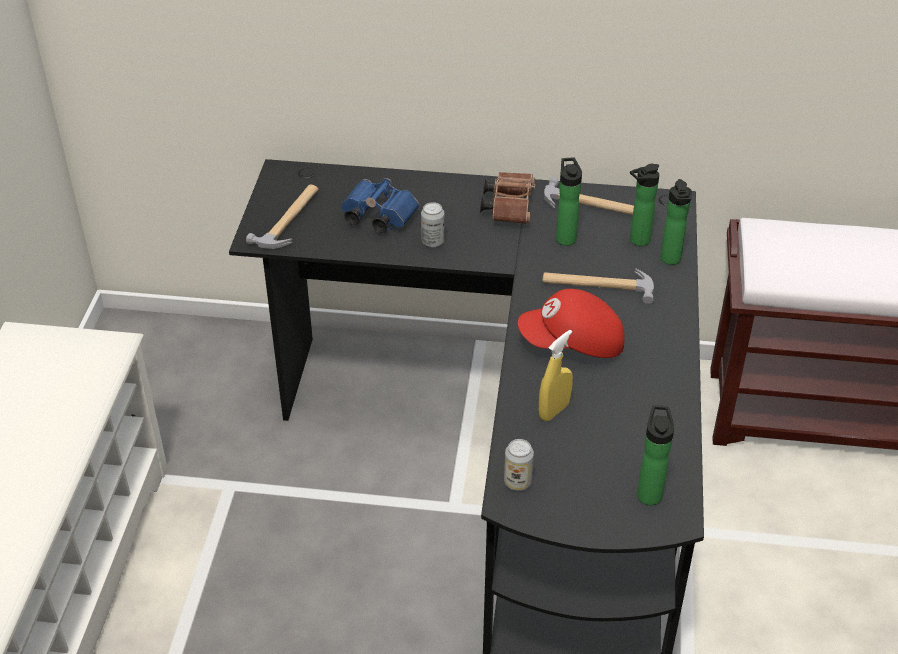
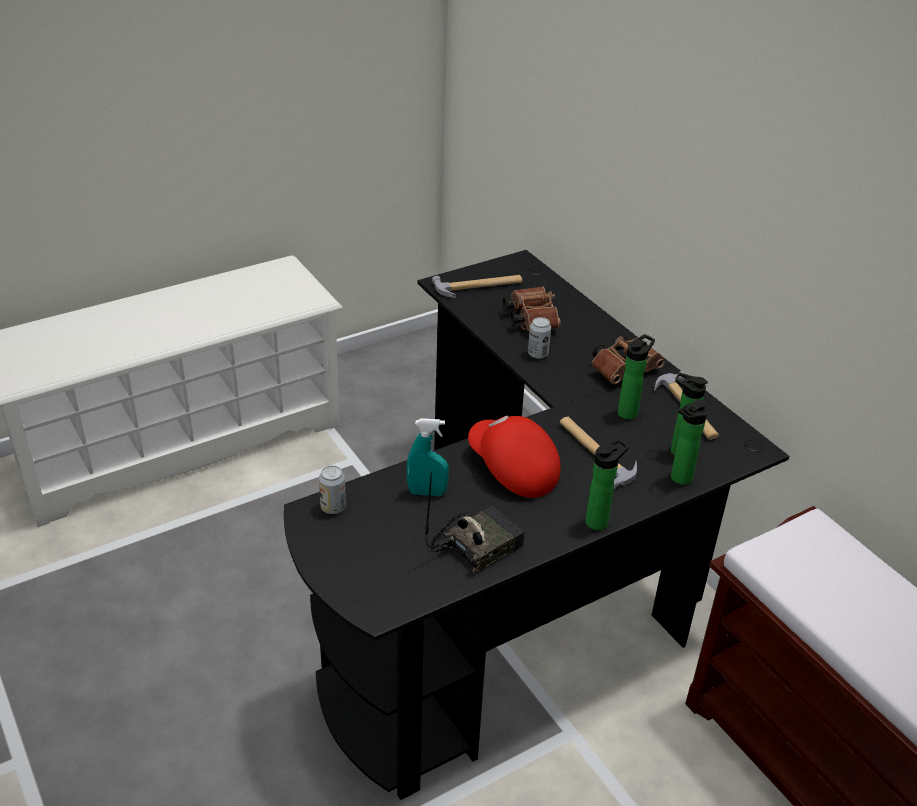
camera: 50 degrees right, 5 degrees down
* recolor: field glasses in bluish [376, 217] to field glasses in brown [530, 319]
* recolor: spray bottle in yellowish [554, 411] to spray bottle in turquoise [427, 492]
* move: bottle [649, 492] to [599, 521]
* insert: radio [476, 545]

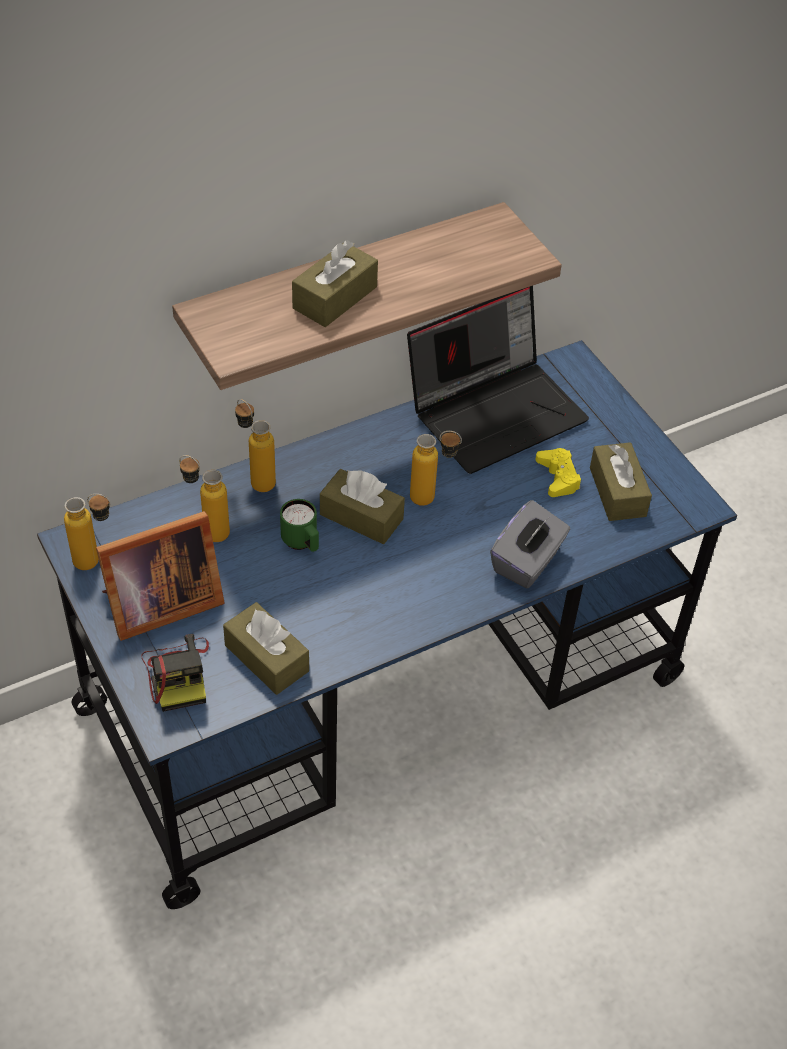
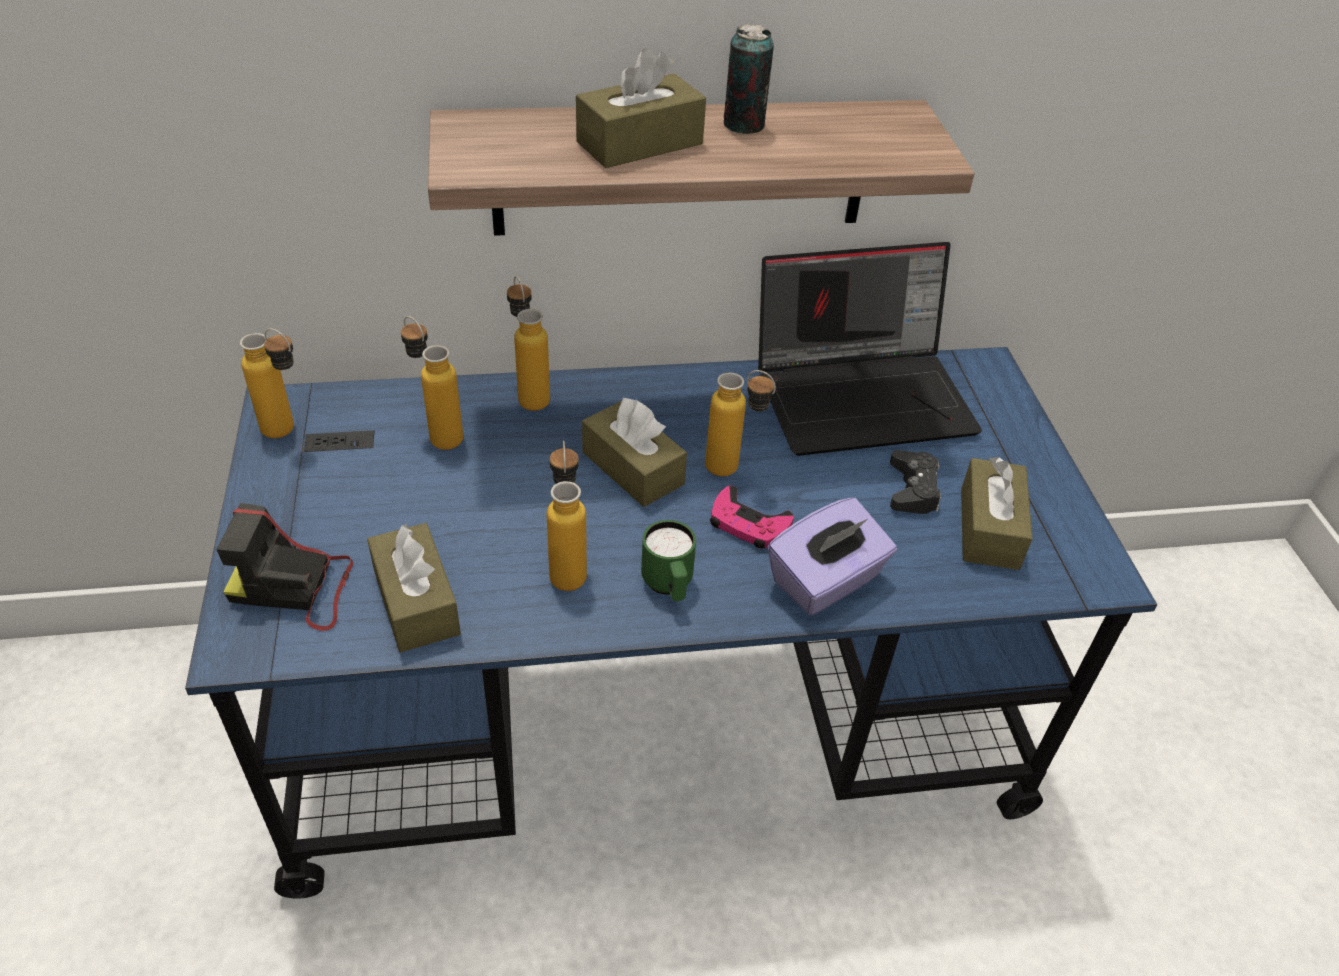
camera: 20 degrees right, 5 degrees down
* recolor: gamepad in yellowish [558, 477] to gamepad in black-coloured [913, 489]
* move: coffee mug in greenish [302, 543] to [669, 586]
* recolor: tissue holder in gray [527, 562] to tissue holder in purplish [826, 581]
* delete: standing frame [158, 604]
* rotate: still camera [178, 674] = [295, 588] 90 degrees clockwise
* insert: sealed can [743, 125]
* insert: bottle [567, 567]
* insert: gamepad in pink-coloured [748, 524]

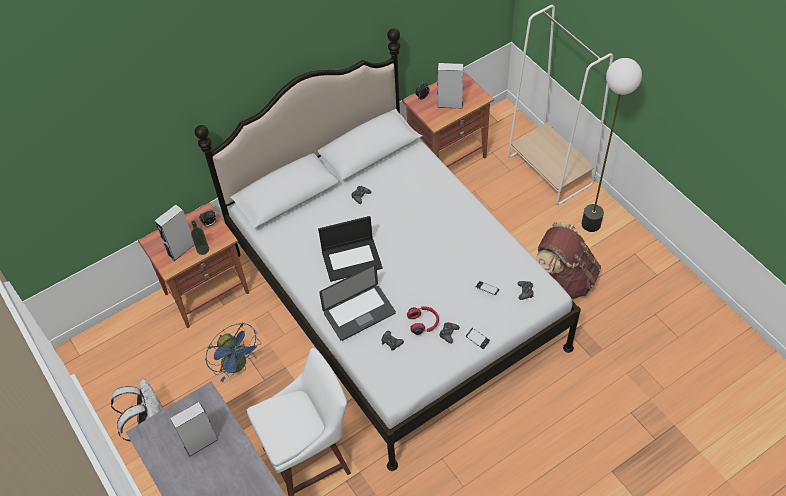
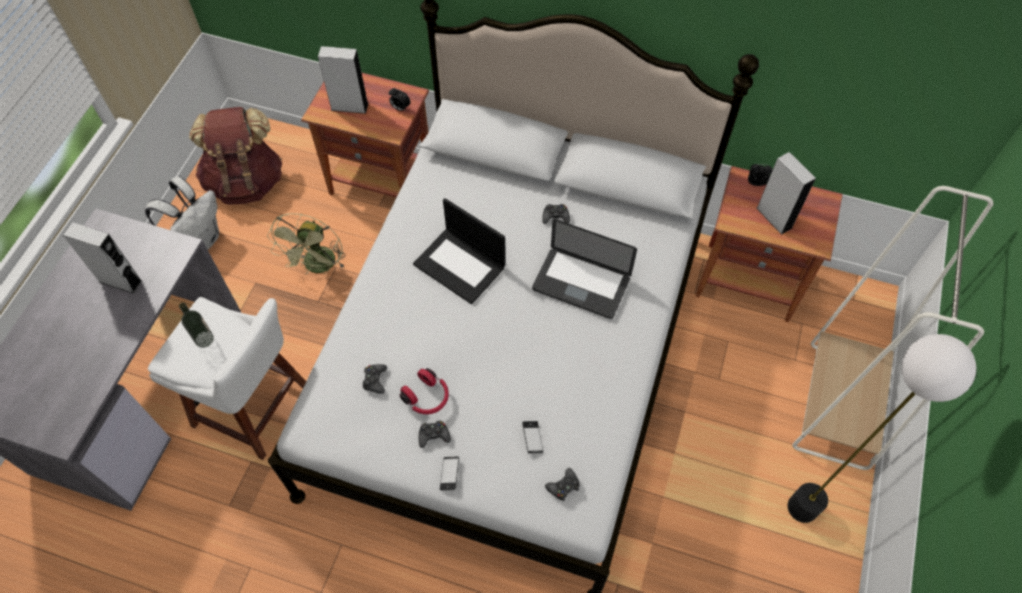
camera: 50 degrees right, 5 degrees up
* move: bottle [203, 249] to [204, 339]
* move: backpack in brown [564, 280] to [246, 182]
* move: notebook computer [359, 313] to [581, 284]
* recolor: electric fan in bluish [238, 365] to electric fan in greenish [318, 267]

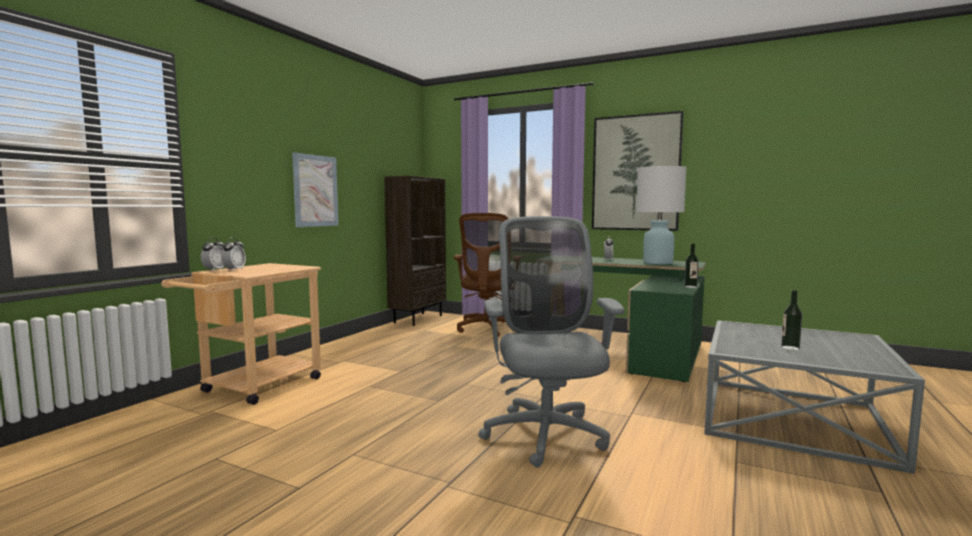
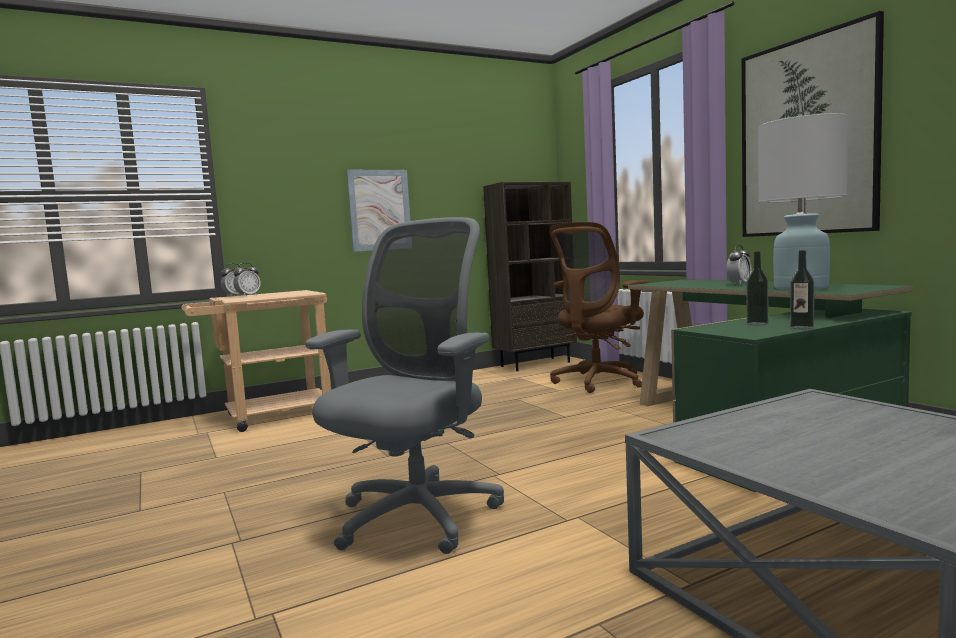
camera: 35 degrees right, 0 degrees up
* move: bottle [790, 348] to [757, 323]

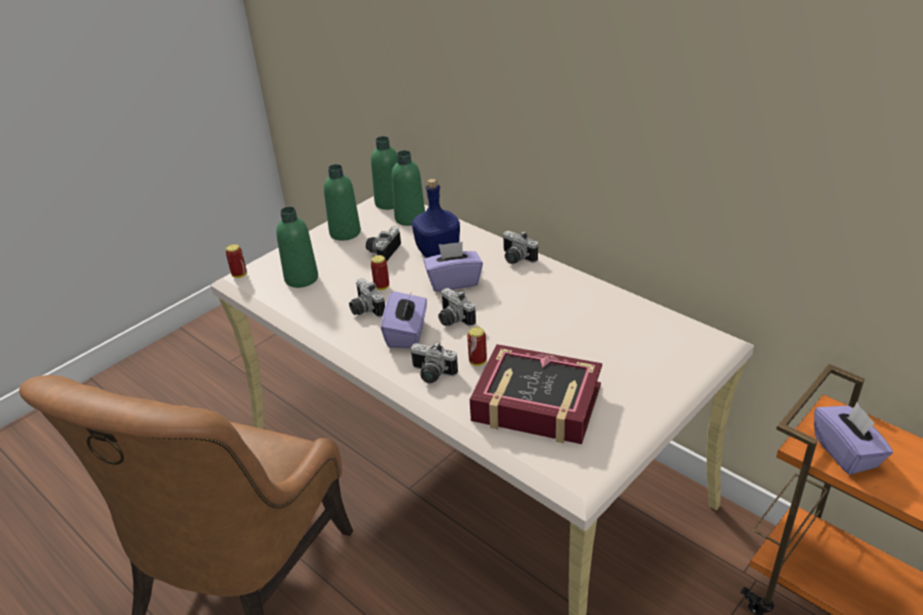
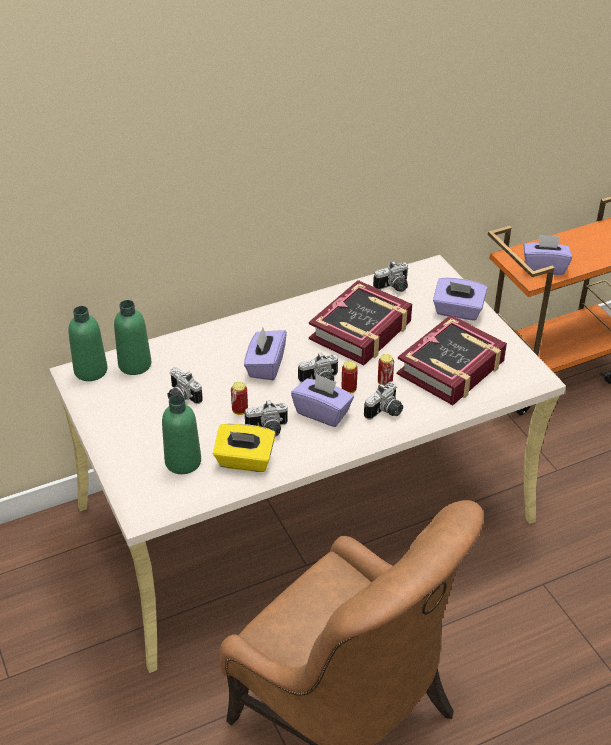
camera: 70 degrees left, 5 degrees up
* delete: bottle in greenish [345, 233]
* delete: bottle in bluish [437, 252]
* move: still camera [515, 258] to [393, 287]
* move: sealed can [239, 275] to [349, 389]
* insert: tissue holder in purplish [458, 311]
* insert: volume [361, 331]
* insert: tissue holder in yellowish [244, 461]

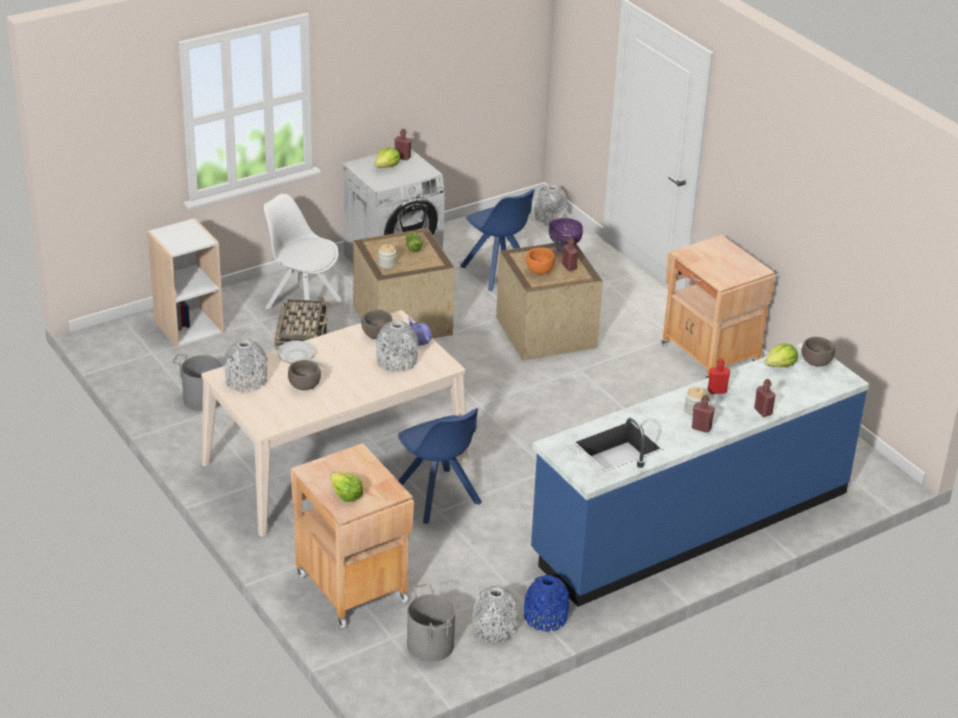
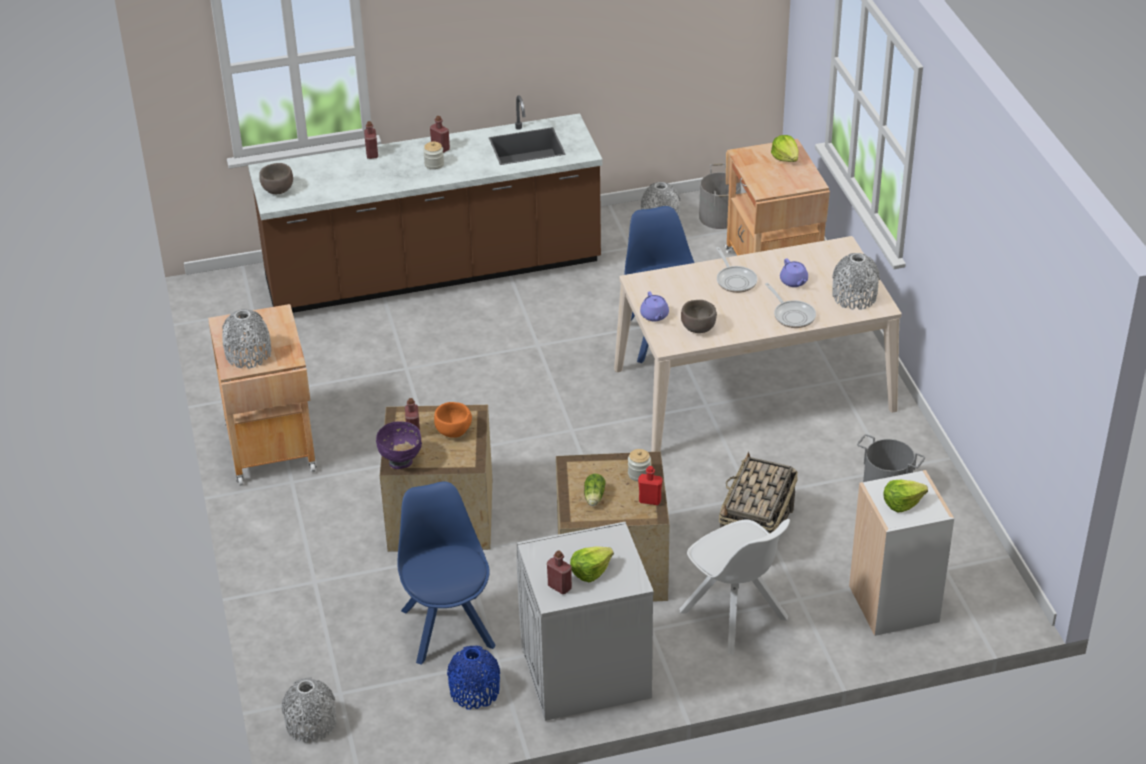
camera: 160 degrees left, 5 degrees up
* move: vase in gray [397, 361] to [248, 354]
* recolor: counter in bluish [691, 523] to counter in brown [433, 274]
* move: lettuce head [780, 365] to [902, 503]
* move: bottle in red [717, 391] to [650, 500]
* replace: bowl in brown [304, 386] to teapot in purplish [794, 282]
* move: vase in bluish [545, 617] to [475, 691]
* insert: pan [735, 280]

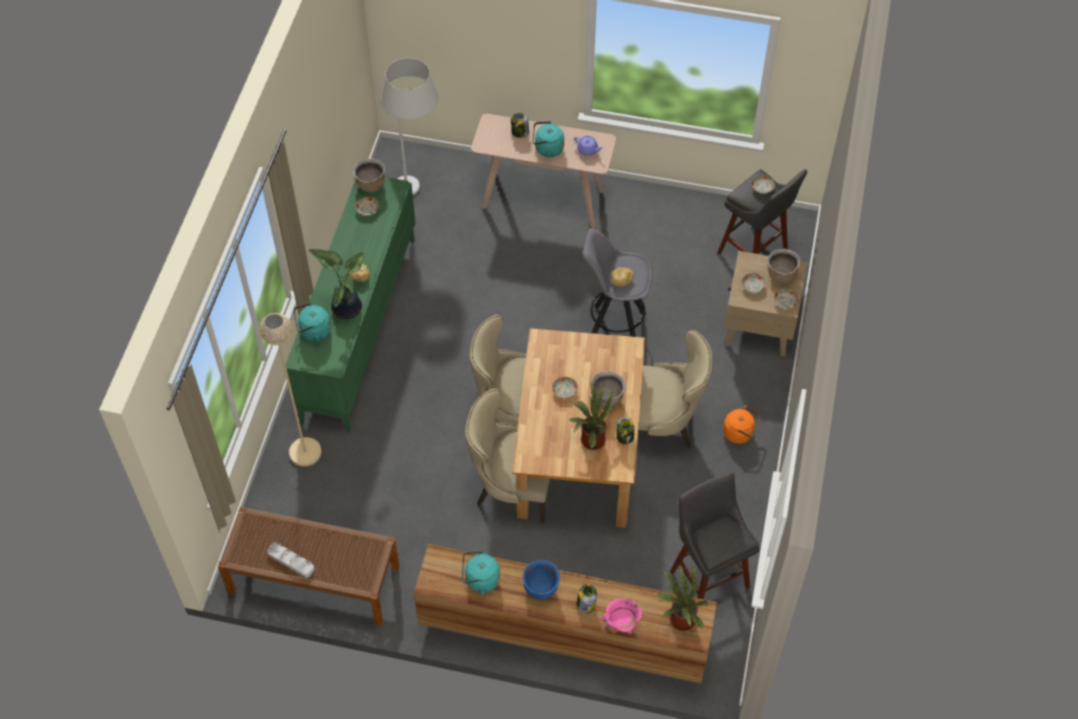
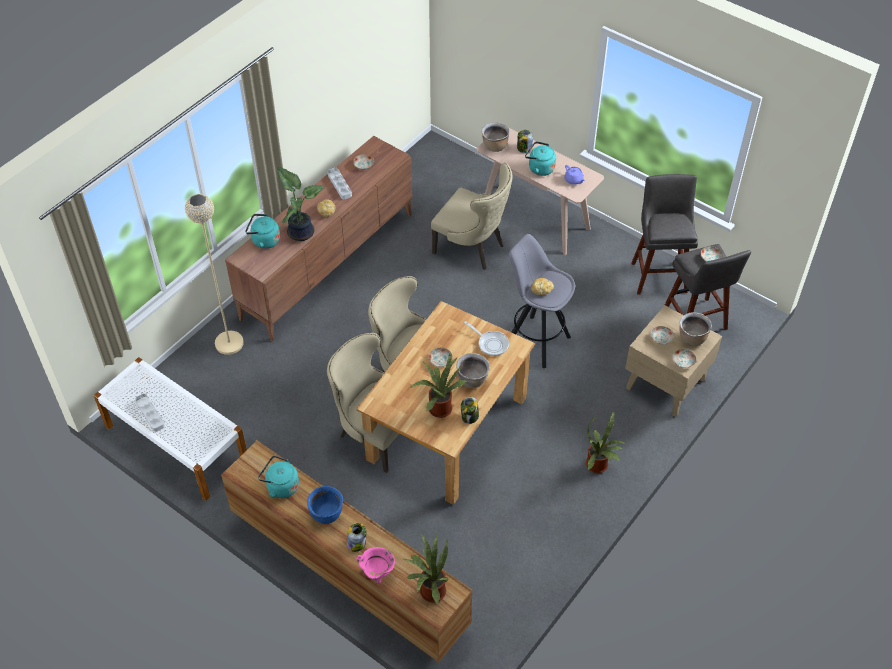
camera: 25 degrees right, 5 degrees down
* delete: standing lamp in whitish [419, 193]
* move: cooking pot in brown [370, 185] to [494, 146]
* recolor: cabinet in greenish [359, 327] to cabinet in brown [328, 265]
* move: plain chair in beige-coloured [661, 425] to [472, 248]
* replace: kettle in orange [740, 433] to potted plant [599, 466]
* move: stool seat in gray [708, 576] to [659, 275]
* recolor: bench in brown [313, 580] to bench in whitish [175, 443]
* insert: carrying tray in gray [339, 185]
* insert: pan [491, 343]

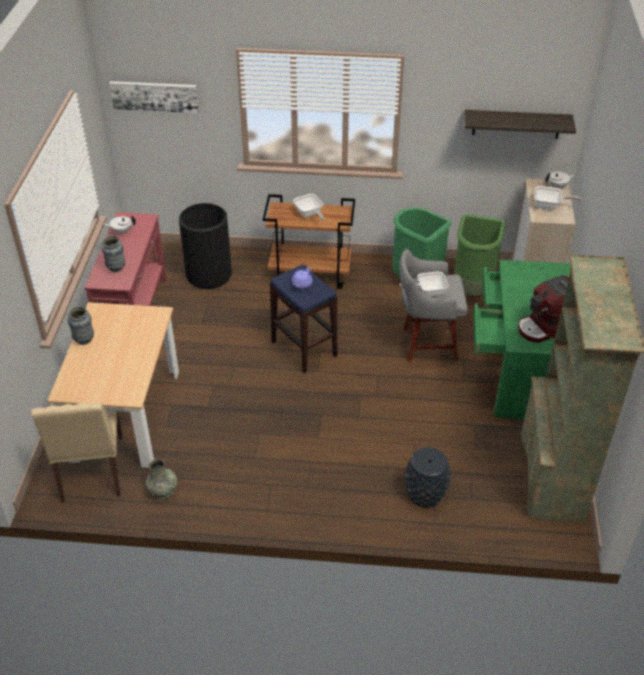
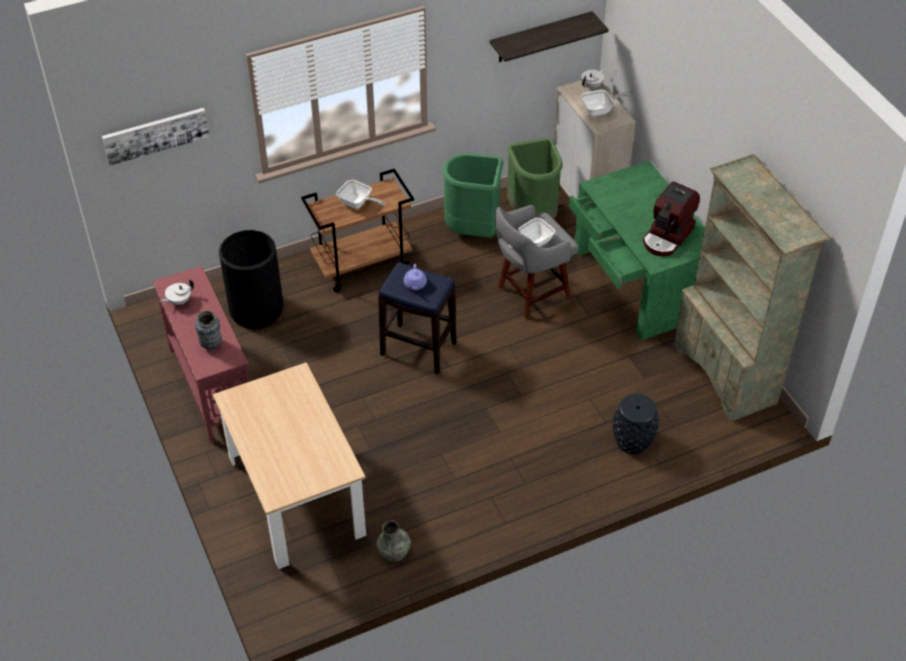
camera: 30 degrees left, 5 degrees up
* delete: vase [84, 340]
* delete: plain chair in beige-coloured [92, 468]

